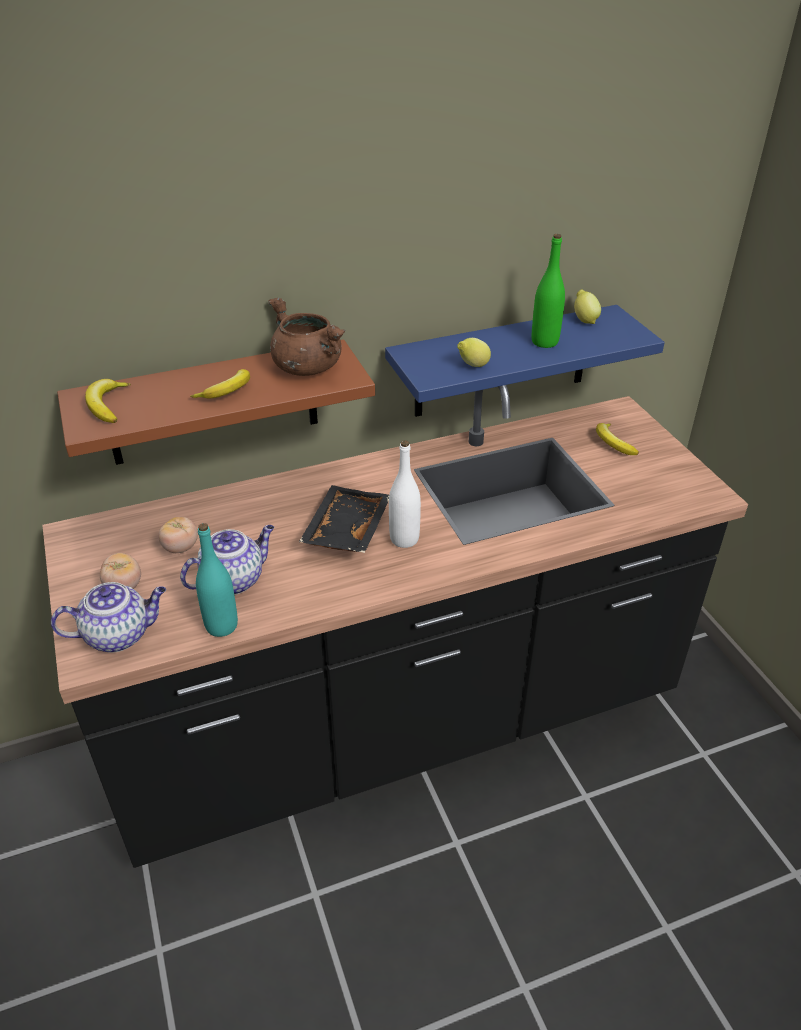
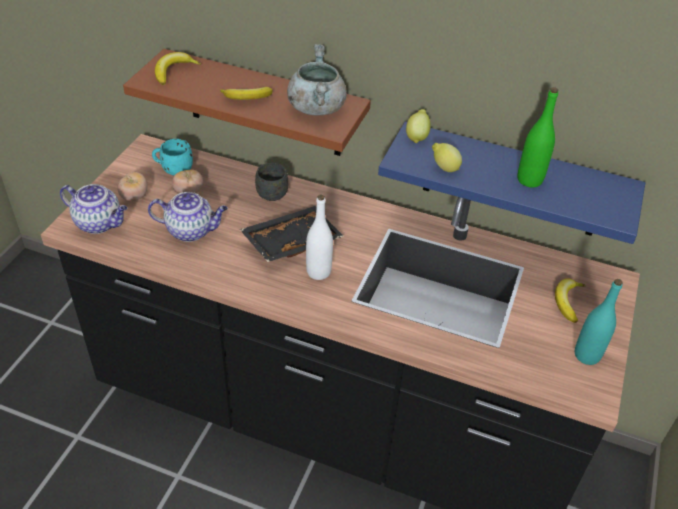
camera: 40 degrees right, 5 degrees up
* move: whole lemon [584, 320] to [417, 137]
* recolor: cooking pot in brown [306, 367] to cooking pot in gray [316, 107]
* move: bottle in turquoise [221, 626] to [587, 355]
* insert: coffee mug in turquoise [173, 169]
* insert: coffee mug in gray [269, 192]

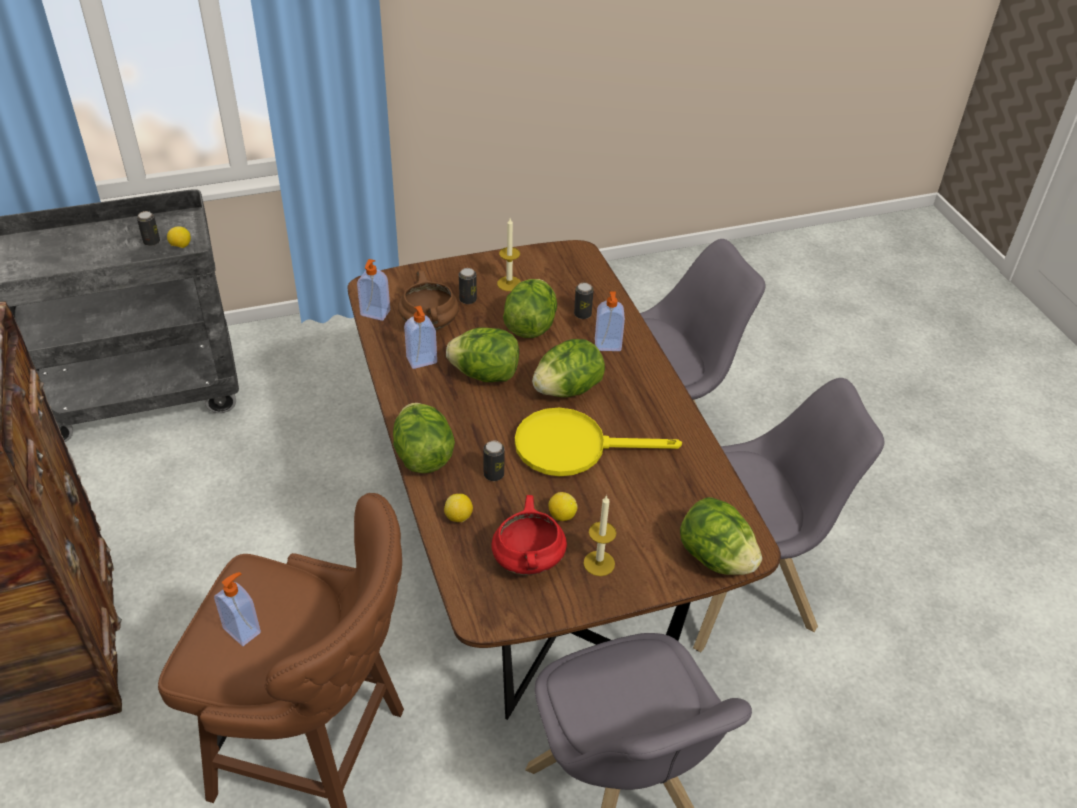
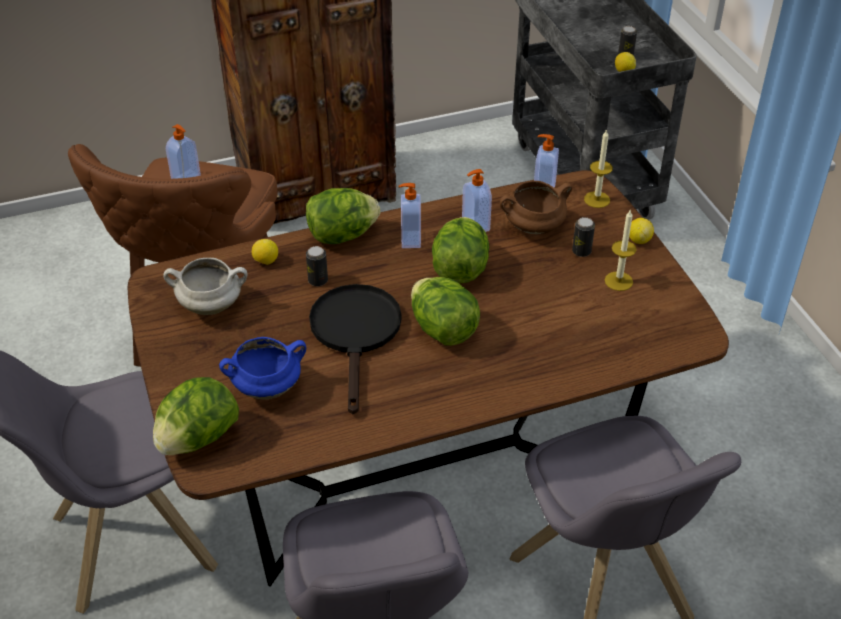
camera: 90 degrees right, 0 degrees up
* delete: lettuce head [530, 326]
* delete: sealed can [582, 314]
* move: soap dispenser [607, 346] to [409, 240]
* recolor: pan in yellowish [573, 447] to pan in black-coloured [356, 334]
* move: whole lemon [561, 515] to [638, 240]
* recolor: cooking pot in red [527, 560] to cooking pot in whitish [211, 305]
* move: candle [599, 563] to [597, 199]
* insert: cooking pot in bluish [267, 387]

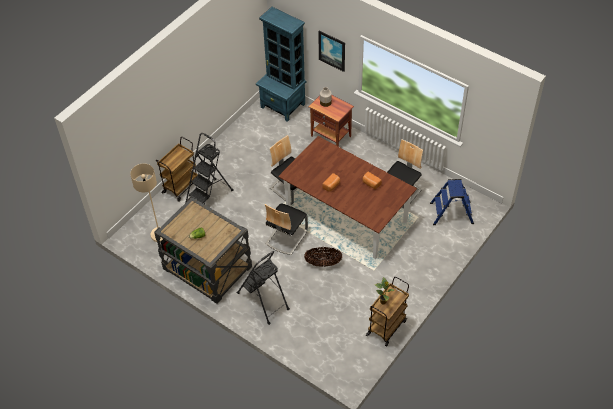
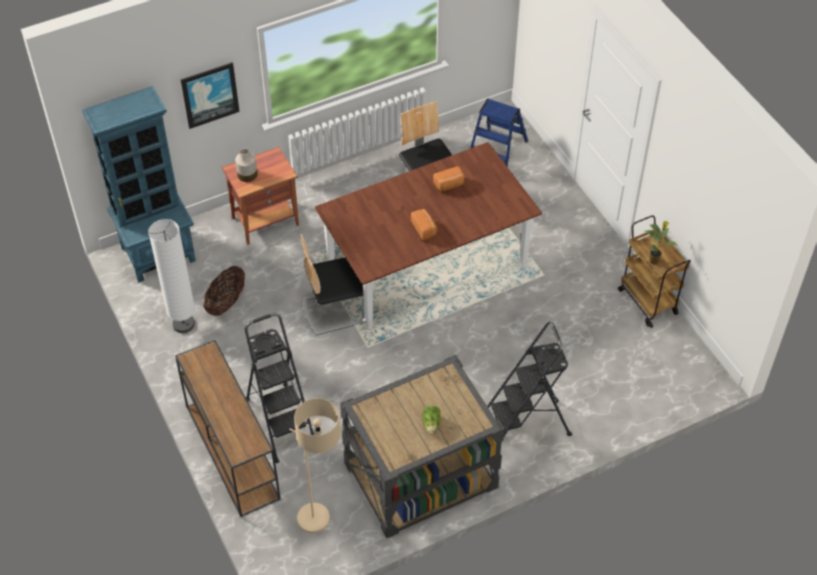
camera: 65 degrees left, 0 degrees up
* replace: trolley in brown [181, 187] to narrow table in brown [231, 451]
* delete: plain chair [286, 237]
* move: basket [323, 263] to [226, 302]
* insert: standing lamp in whitish [183, 324]

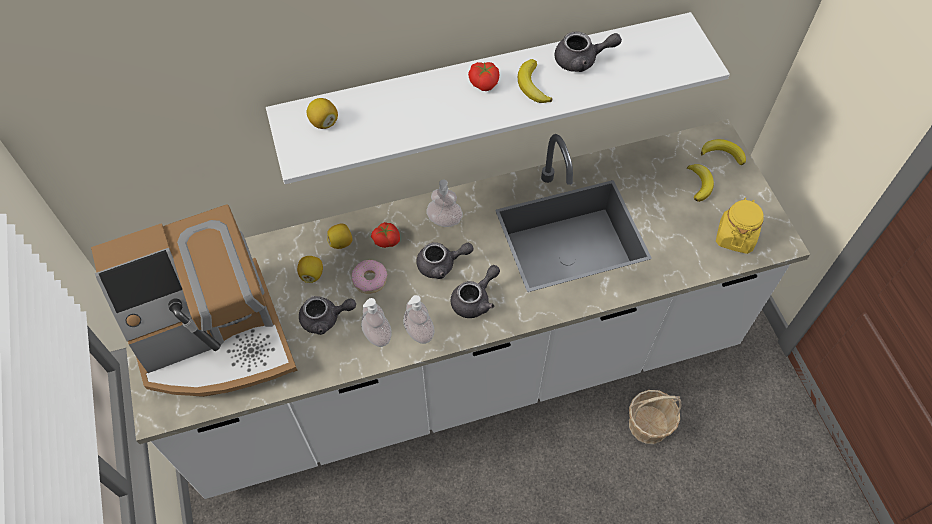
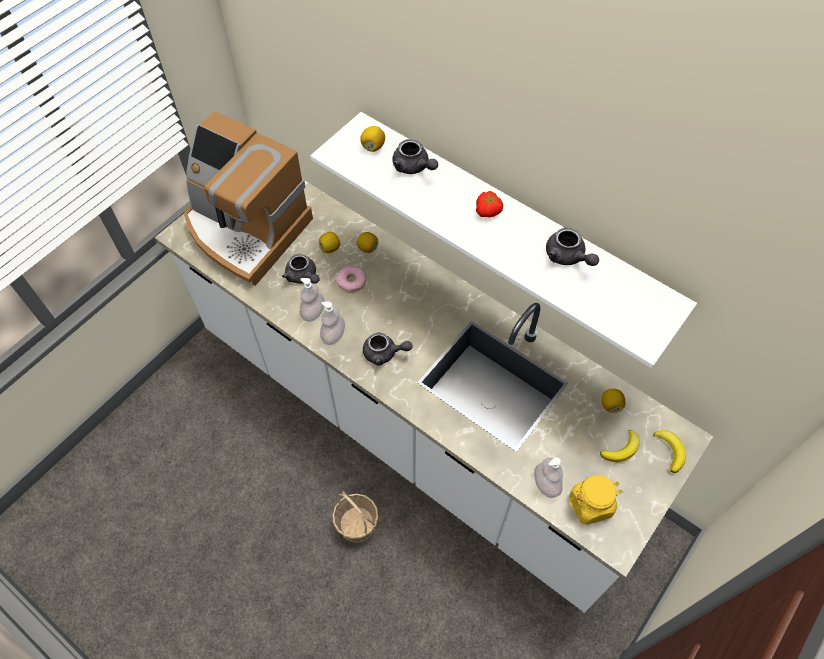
camera: 55 degrees right, 0 degrees up
* delete: banana fruit [532, 85]
* move: soap dispenser [444, 220] to [546, 484]
* delete: fresh tomato [386, 239]
* move: teapot in gray [441, 265] to [413, 167]
* move: basket [649, 425] to [357, 525]
* insert: whole lemon [610, 405]

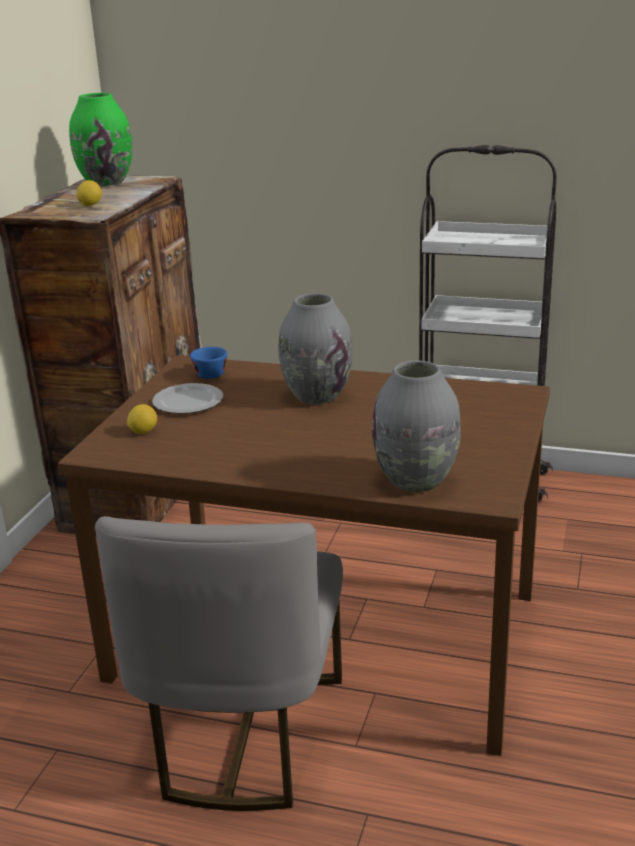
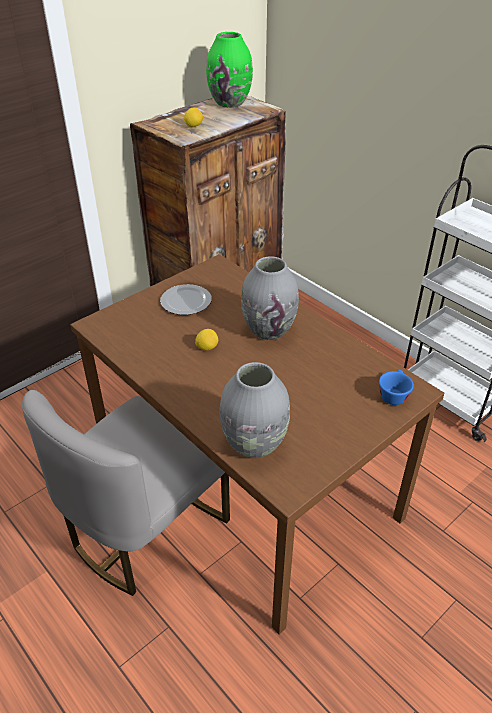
camera: 30 degrees right, 15 degrees up
* move: drinking cup in bluish [209, 373] to [393, 394]
* move: whole lemon [143, 431] to [207, 347]

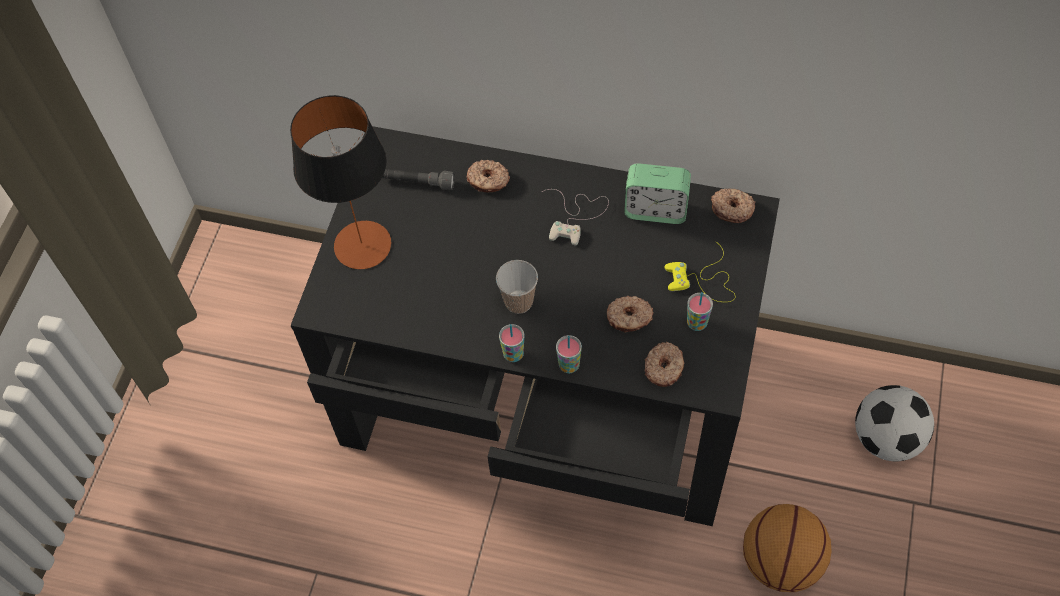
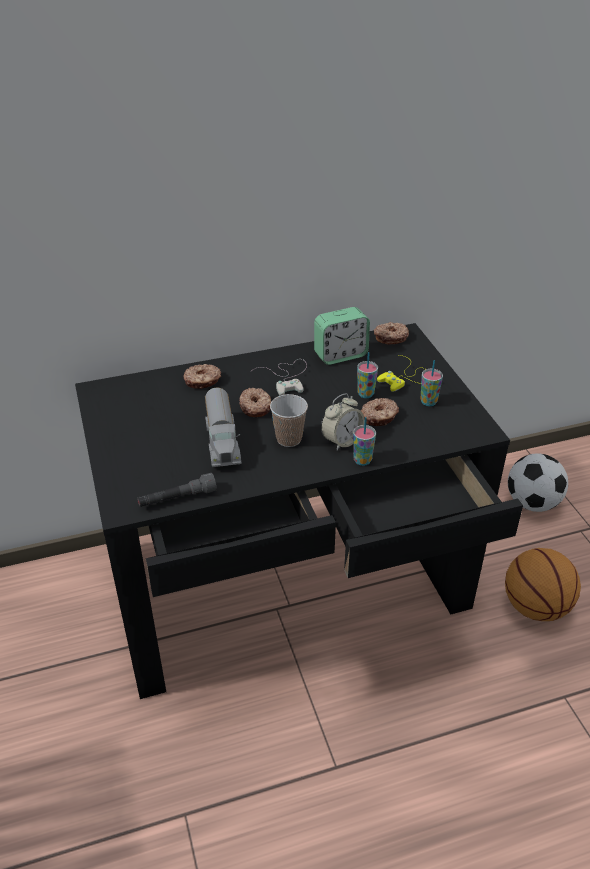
camera: 35 degrees left, 20 degrees down
* delete: tabletop lamp [362, 245]
* move: flashlight in gray [416, 182] to [177, 498]
* move: drinking cup [513, 354] to [365, 394]
* move: ring doughnut [664, 368] to [256, 407]
* insert: model truck [223, 442]
* insert: bedside clock [341, 441]

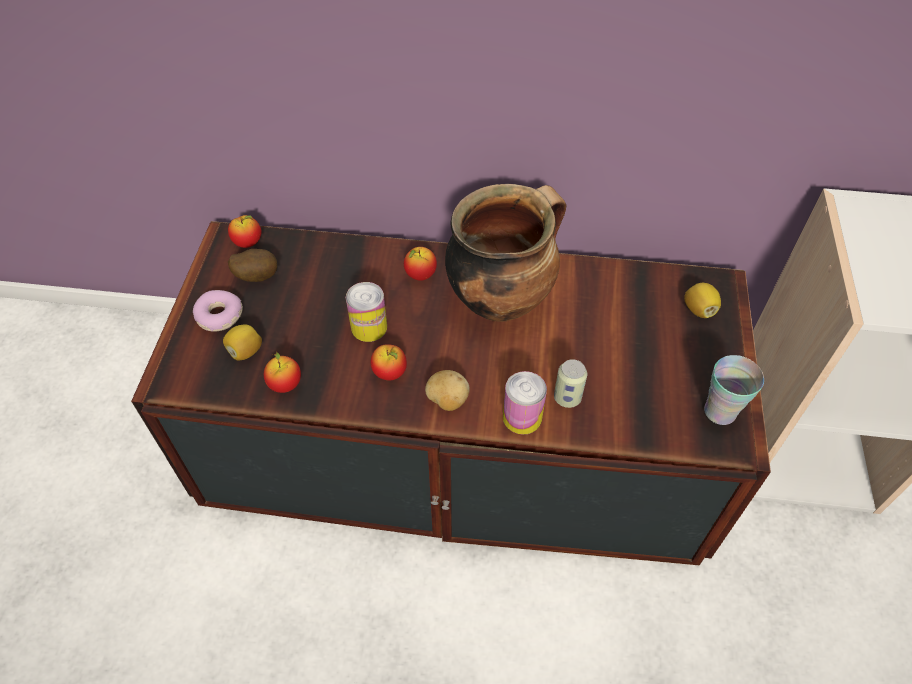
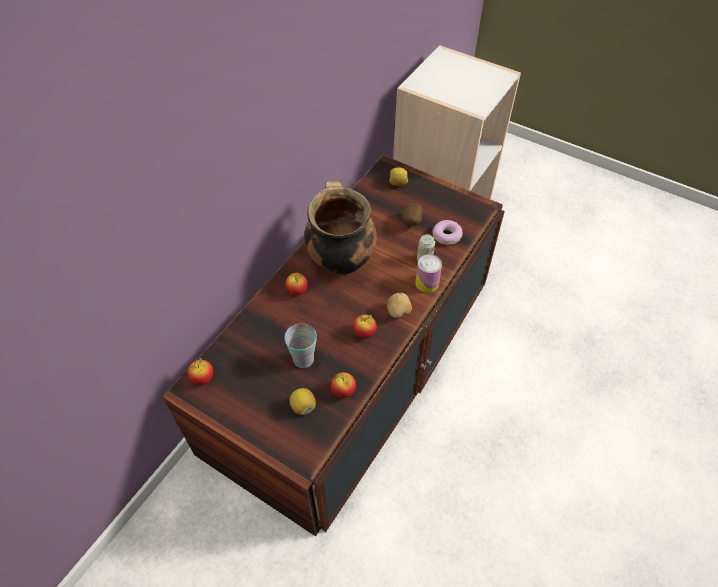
camera: 65 degrees left, 0 degrees up
* move: potato [257, 276] to [410, 222]
* delete: sealed can [369, 327]
* move: ring doughnut [219, 316] to [446, 236]
* move: drinking cup [720, 411] to [303, 359]

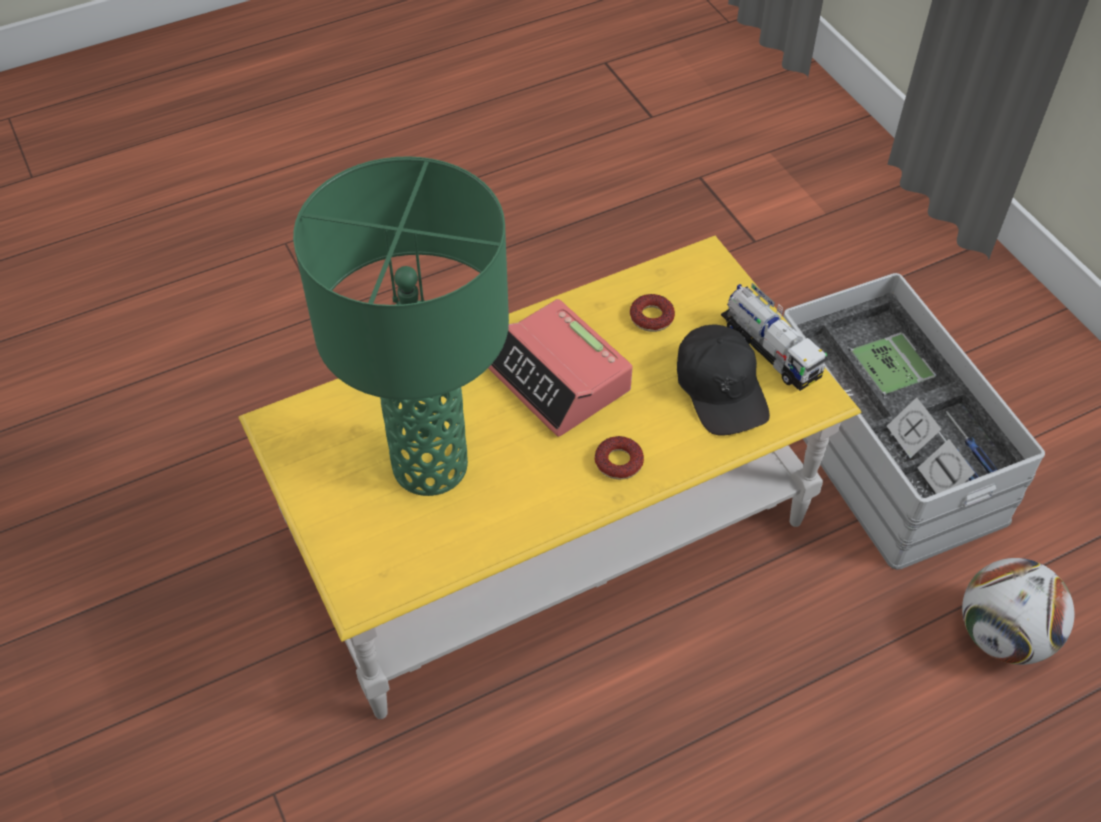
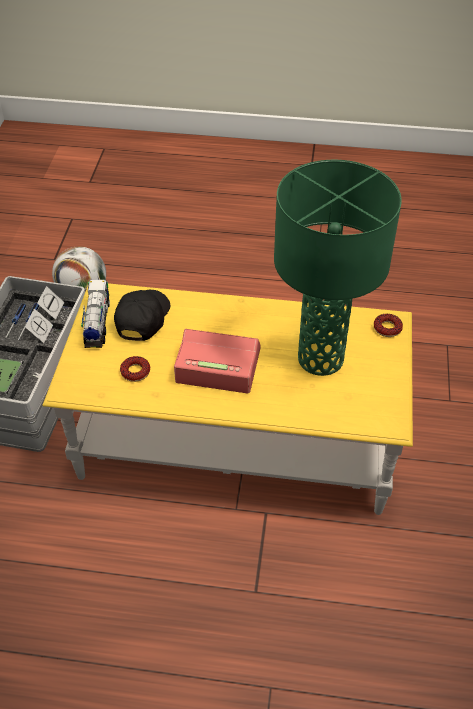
camera: 145 degrees left, 5 degrees down
* rotate: bedside clock [559, 379] = [217, 366] 75 degrees counterclockwise
* move: ring doughnut [618, 462] to [387, 328]

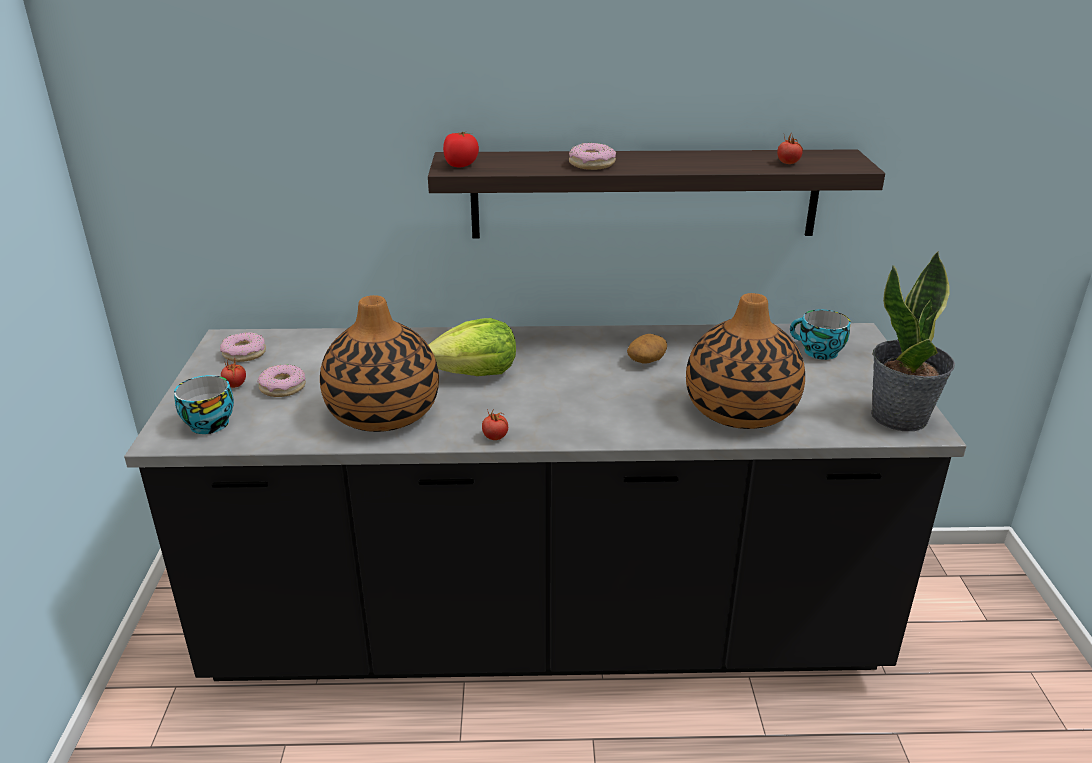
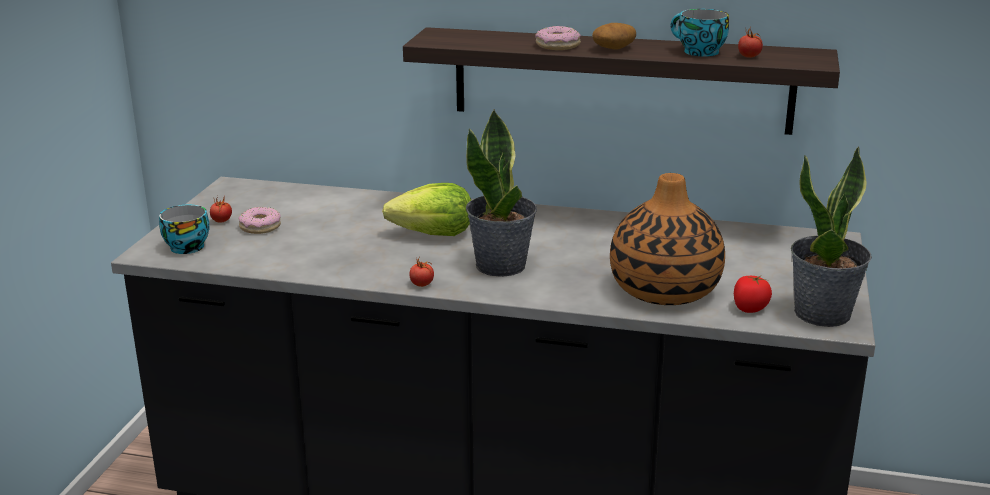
camera: 15 degrees right, 5 degrees down
* move: fresh tomato [460, 165] to [750, 308]
* delete: vase [383, 413]
* move: drinking cup [818, 352] to [698, 52]
* delete: ring doughnut [244, 353]
* move: potato [646, 360] to [613, 49]
* insert: potted plant [501, 265]

